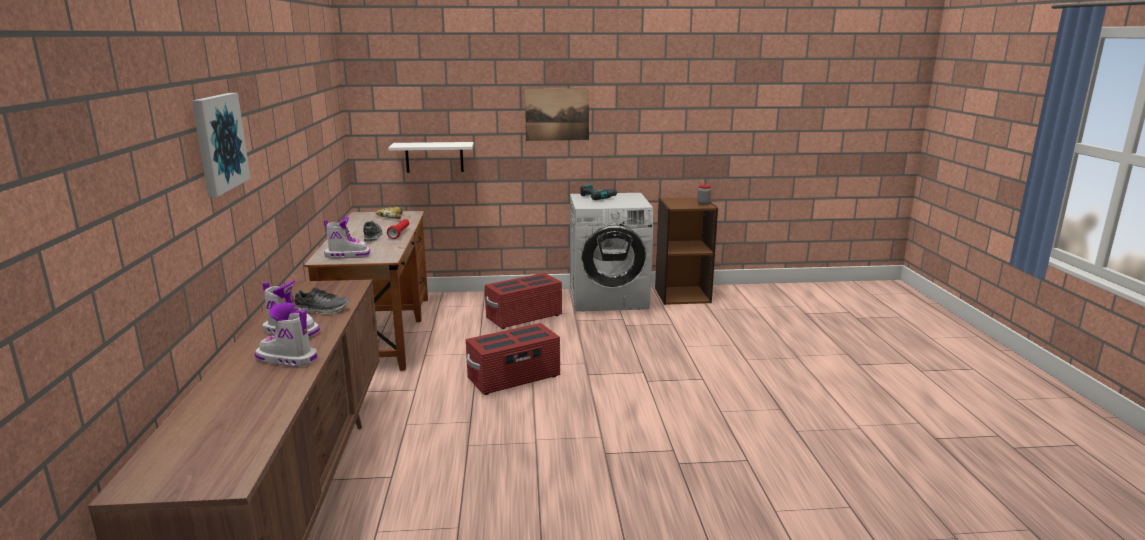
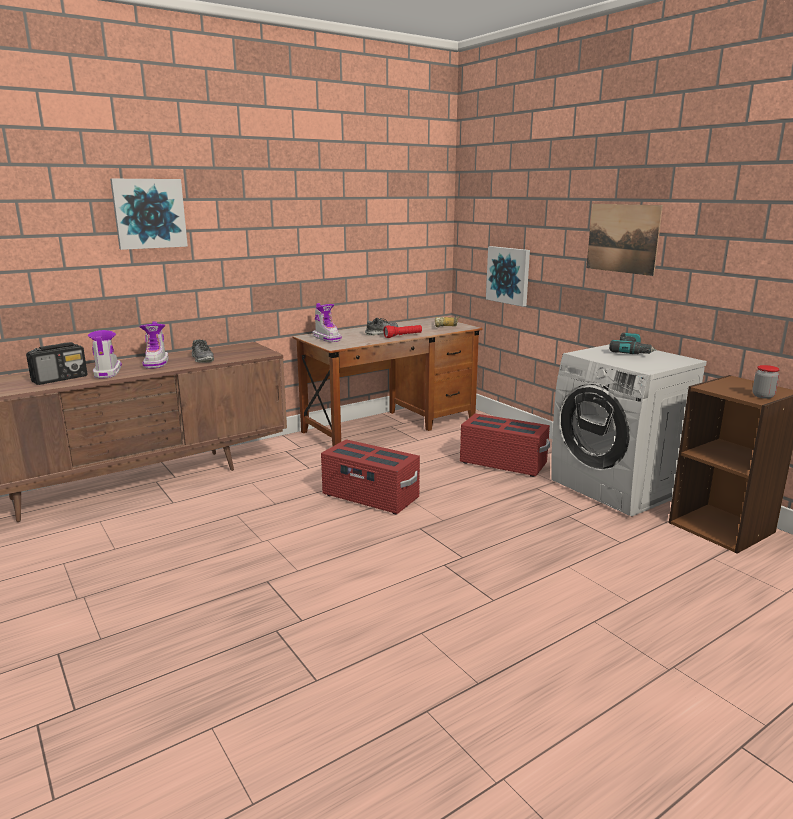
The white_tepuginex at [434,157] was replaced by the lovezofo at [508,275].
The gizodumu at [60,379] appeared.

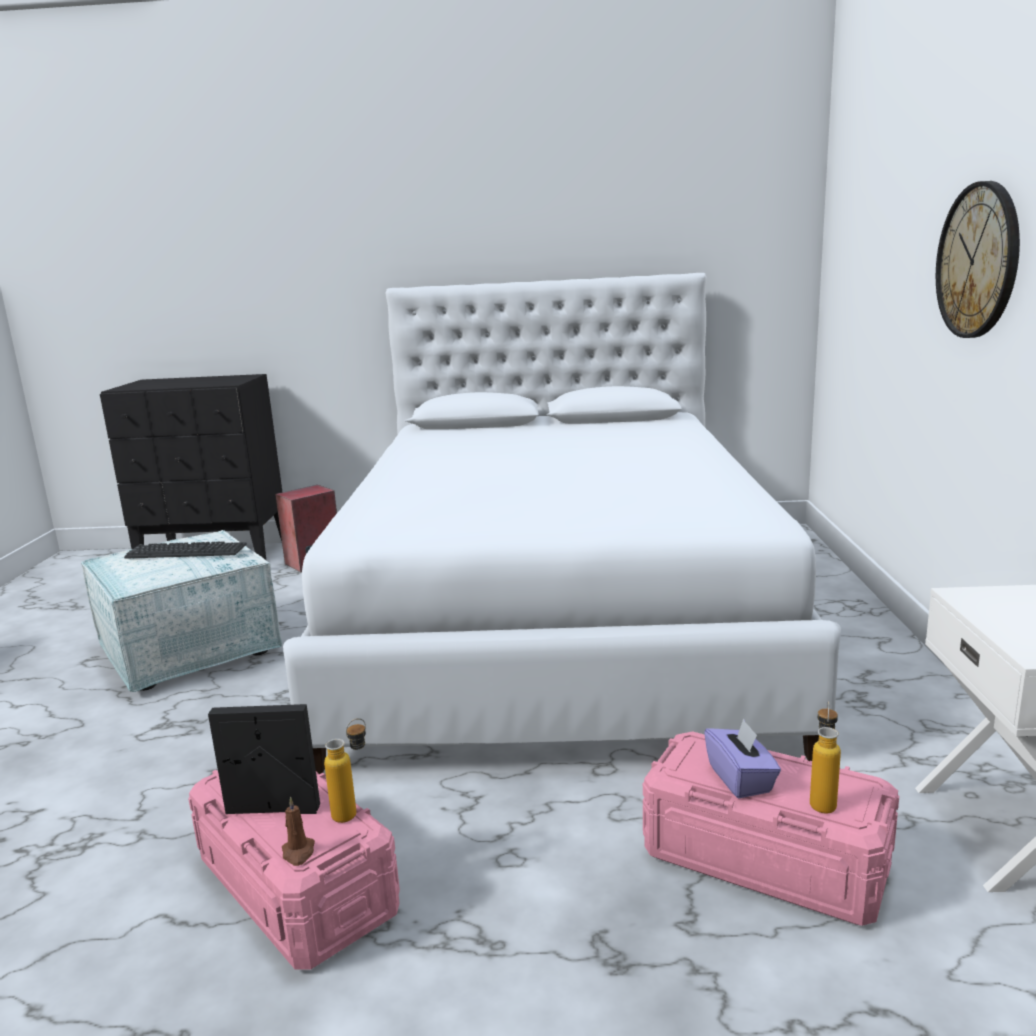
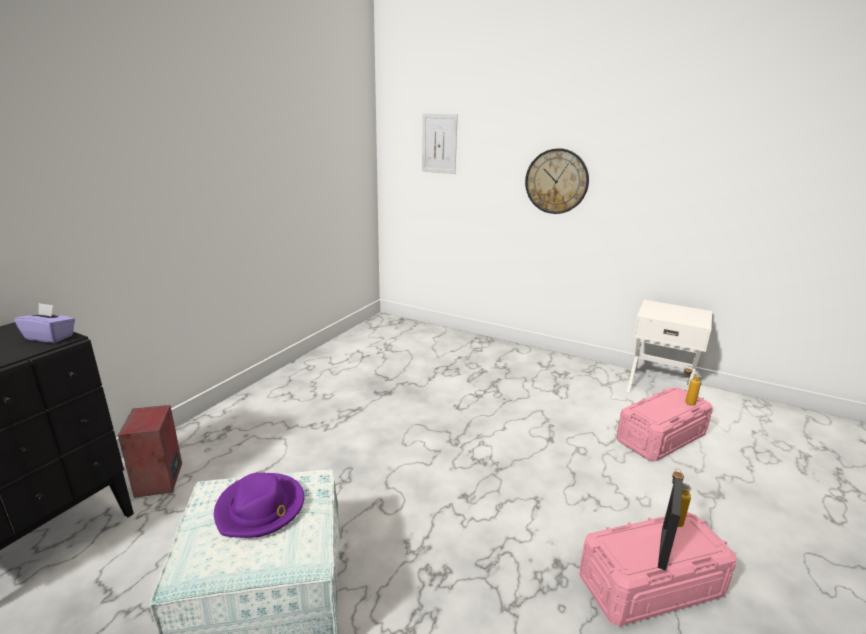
The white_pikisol at [557,617] disappeared.
The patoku at [186,552] was replaced by the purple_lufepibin at [260,508].
The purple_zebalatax moved from [741,779] to [50,337].
The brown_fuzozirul at [298,853] disappeared.
The lovezofo at [439,143] appeared.

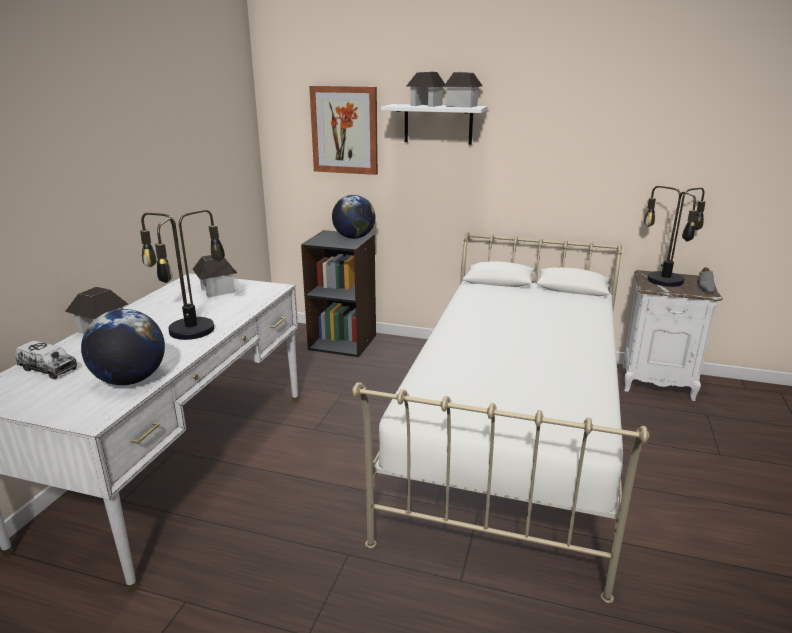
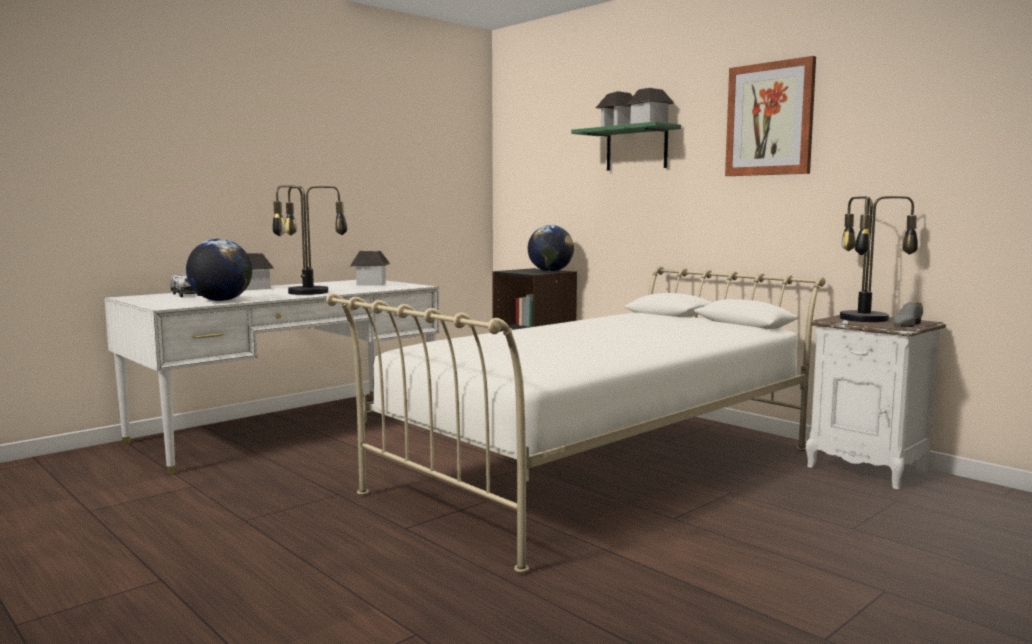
The lovezofo moved from [344,130] to [770,119].
The white_tepuginex at [438,124] became the green_tepuginex at [636,149].

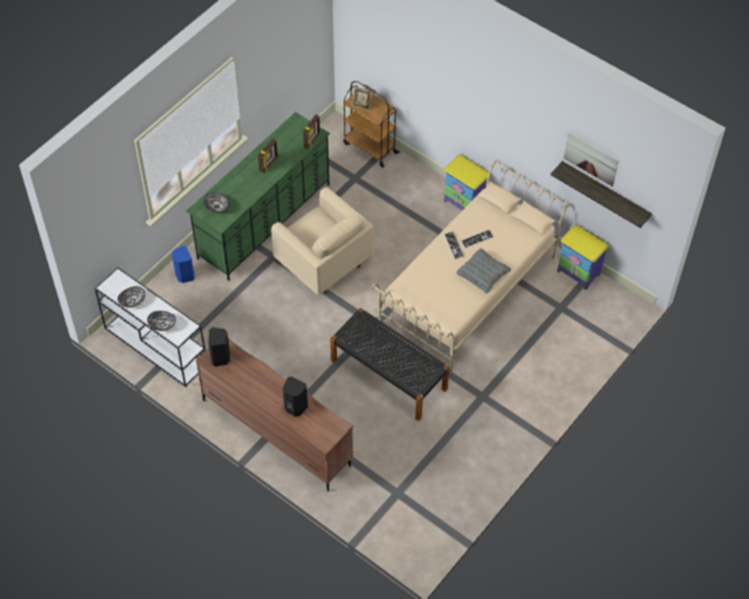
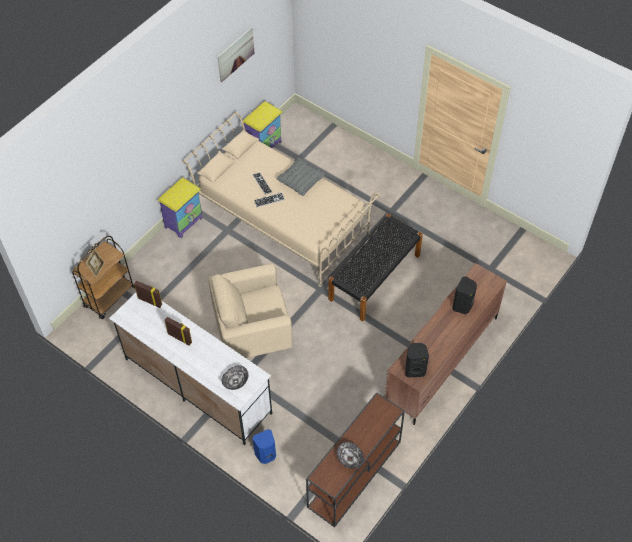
The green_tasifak at [264,220] became the white_tasifak at [196,386].
The tepuginex at [605,194] disappeared.
The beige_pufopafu at [323,264] turned 150 degrees counterclockwise.
The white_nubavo at [154,346] became the brown_nubavo at [354,475].
The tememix at [162,324] disappeared.

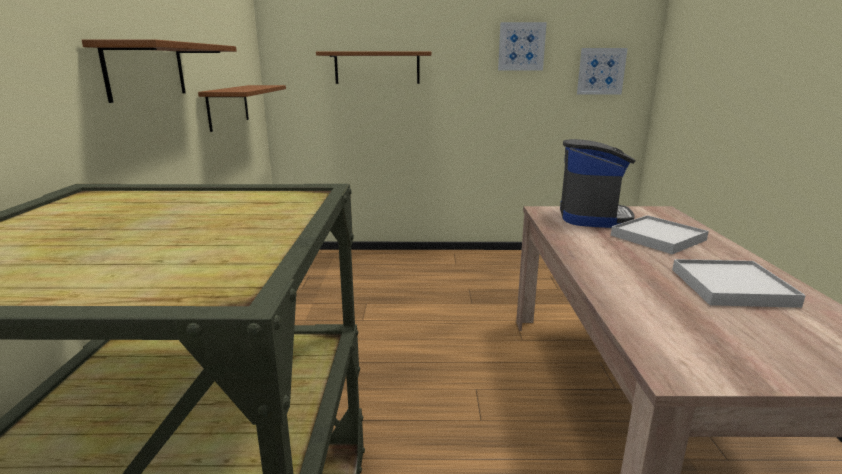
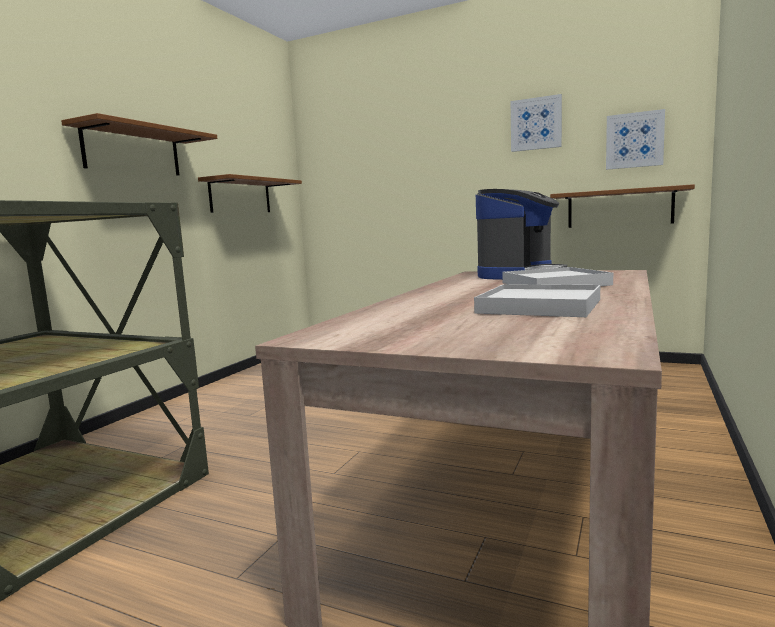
The brown_tepuginex moved from [377,68] to [619,208].

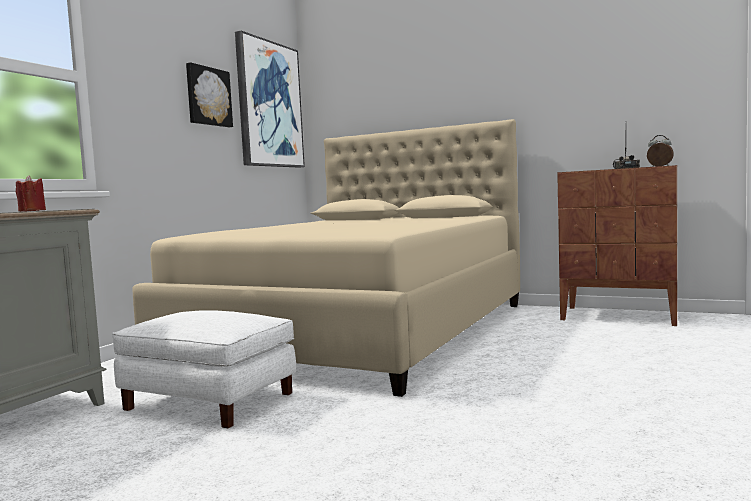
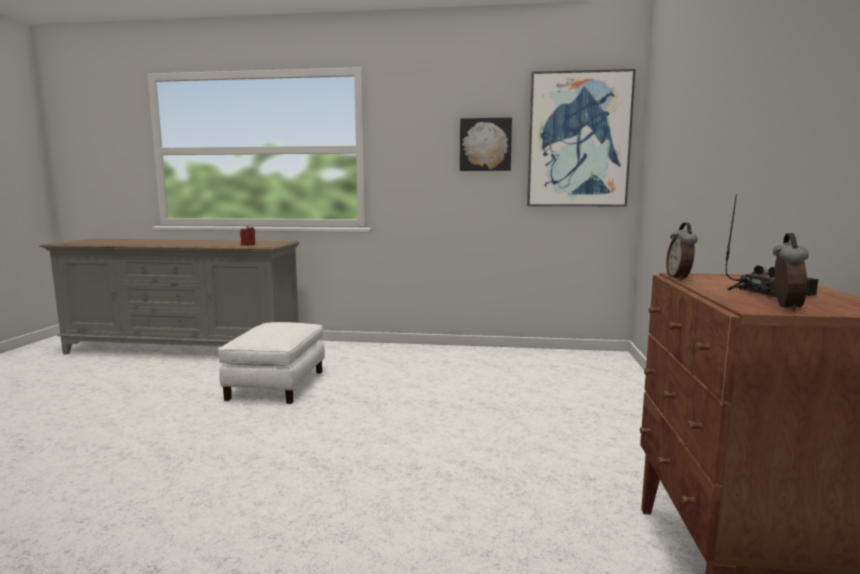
The beige_pikisol at [359,330] disappeared.
The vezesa at [679,278] appeared.

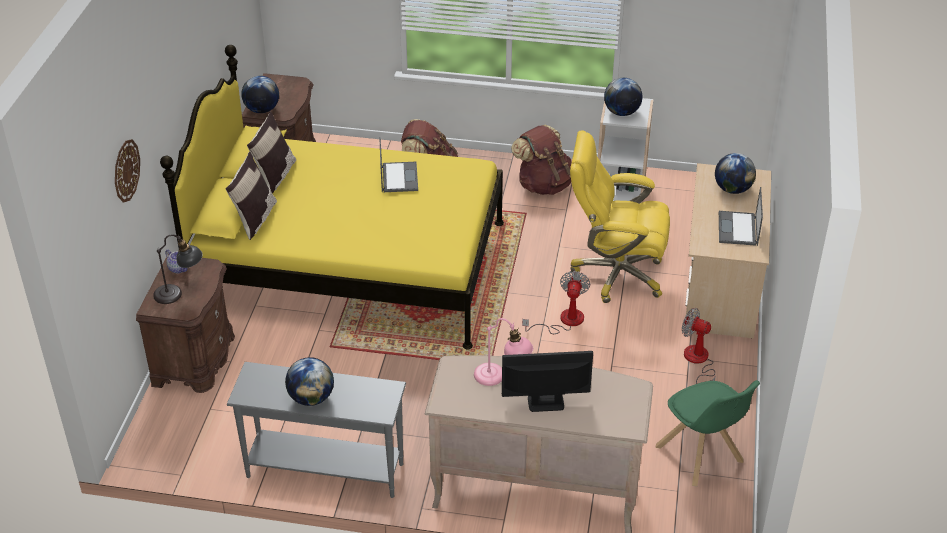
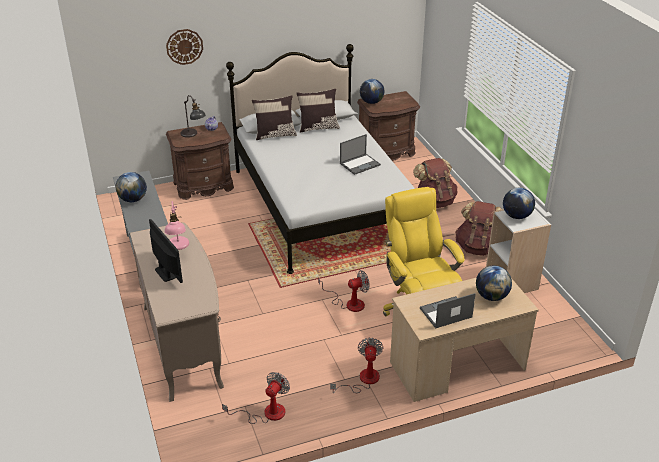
The yellow_pikisol at [350,266] became the white_pikisol at [322,205].
The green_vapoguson at [702,456] was replaced by the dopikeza at [266,413].

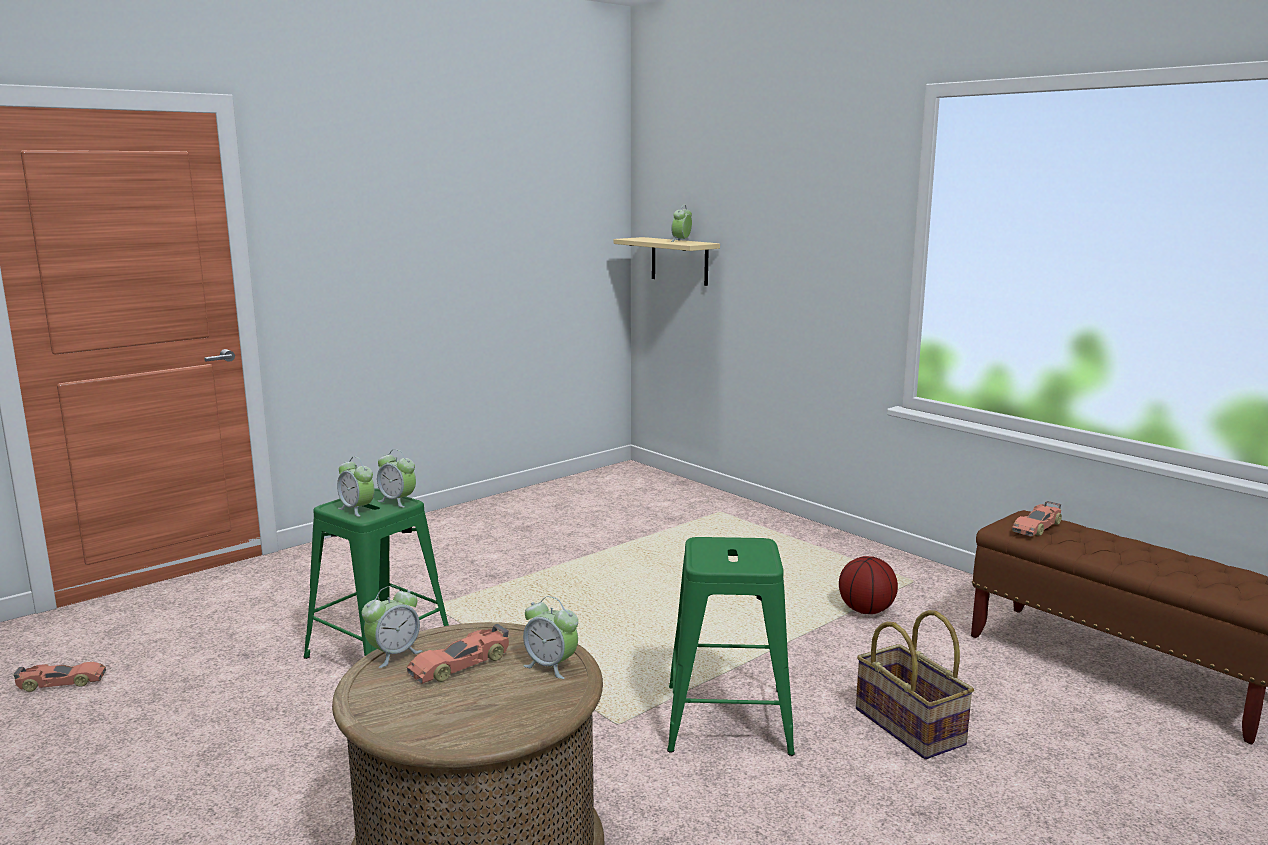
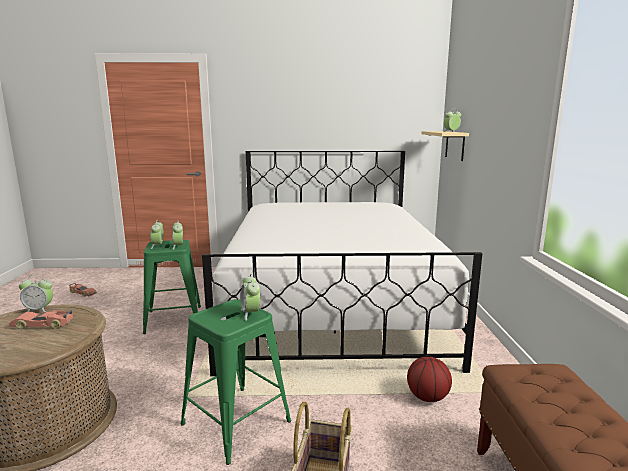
The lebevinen at [1037,527] disappeared.
The vezesa moved from [551,666] to [251,313].
The white_pikisol at [330,305] appeared.

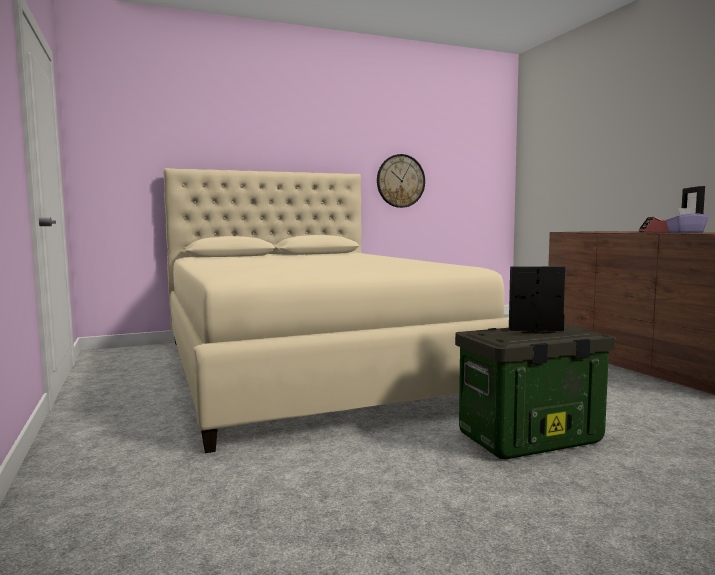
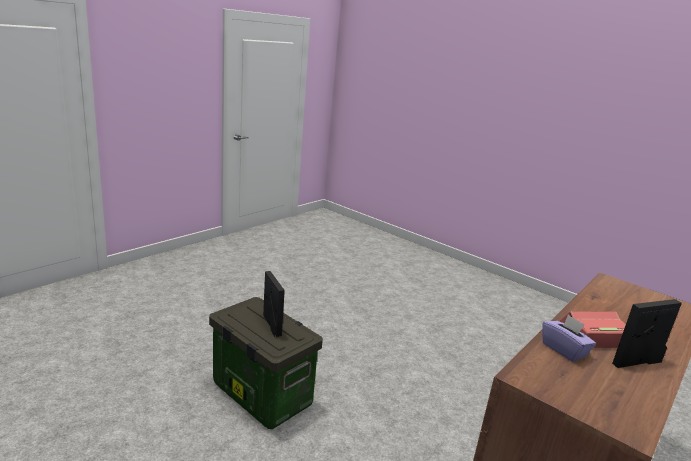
The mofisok at [400,181] disappeared.
The beige_pikisol at [309,367] disappeared.

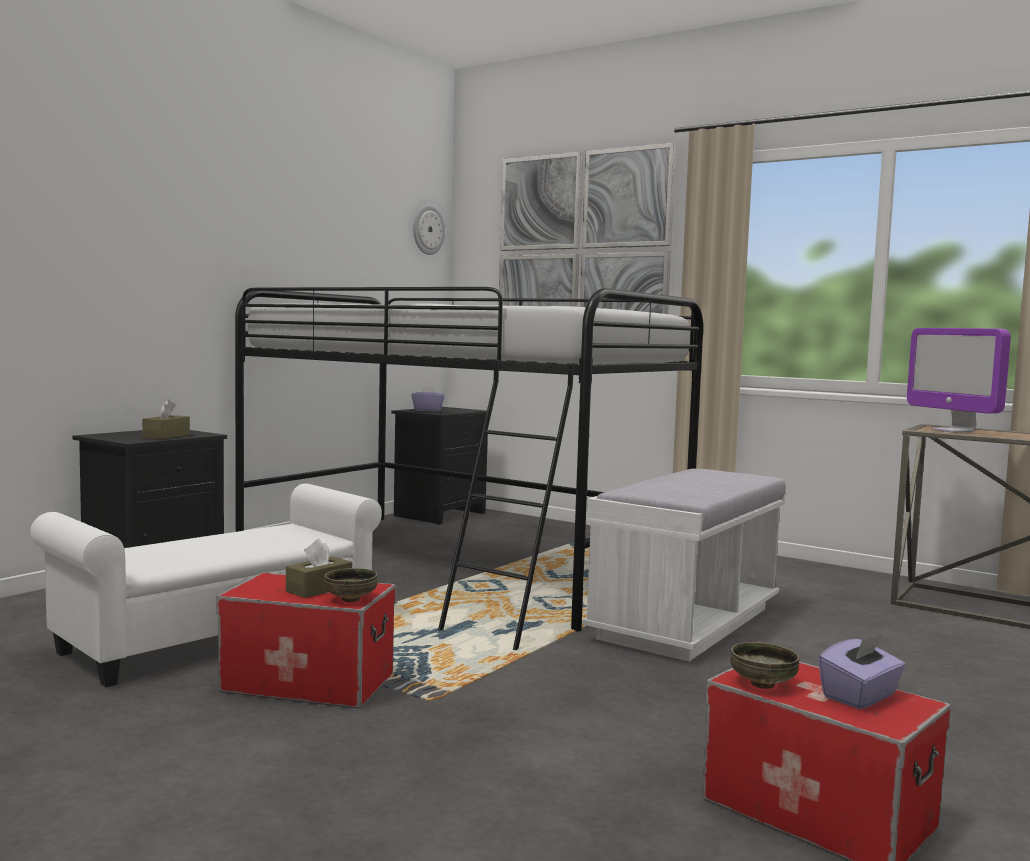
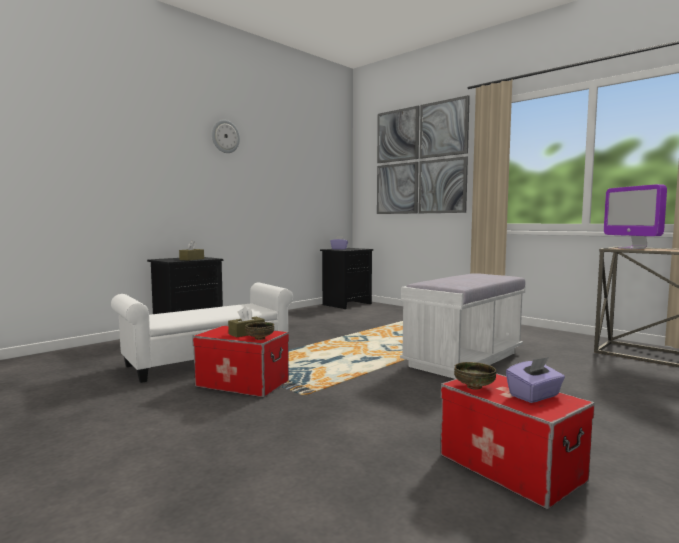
The mofisok moved from [427,230] to [225,136].
The black_pikisol at [459,564] disappeared.

